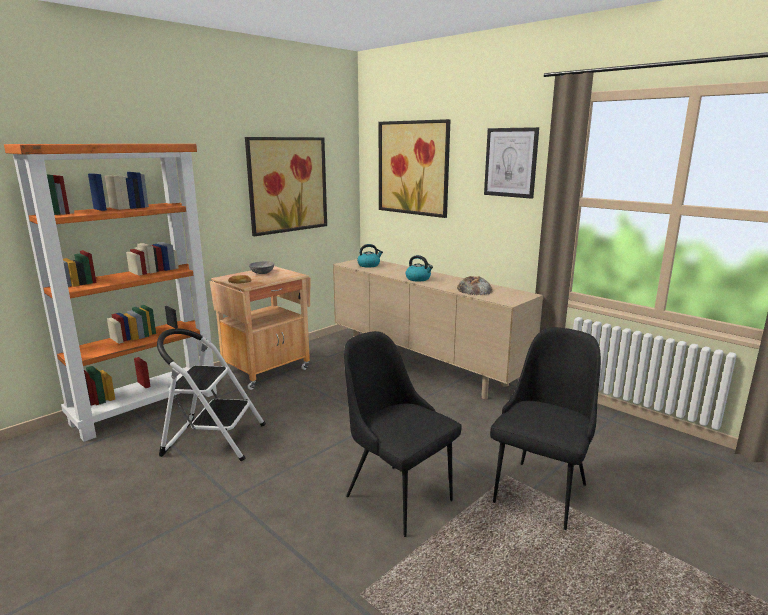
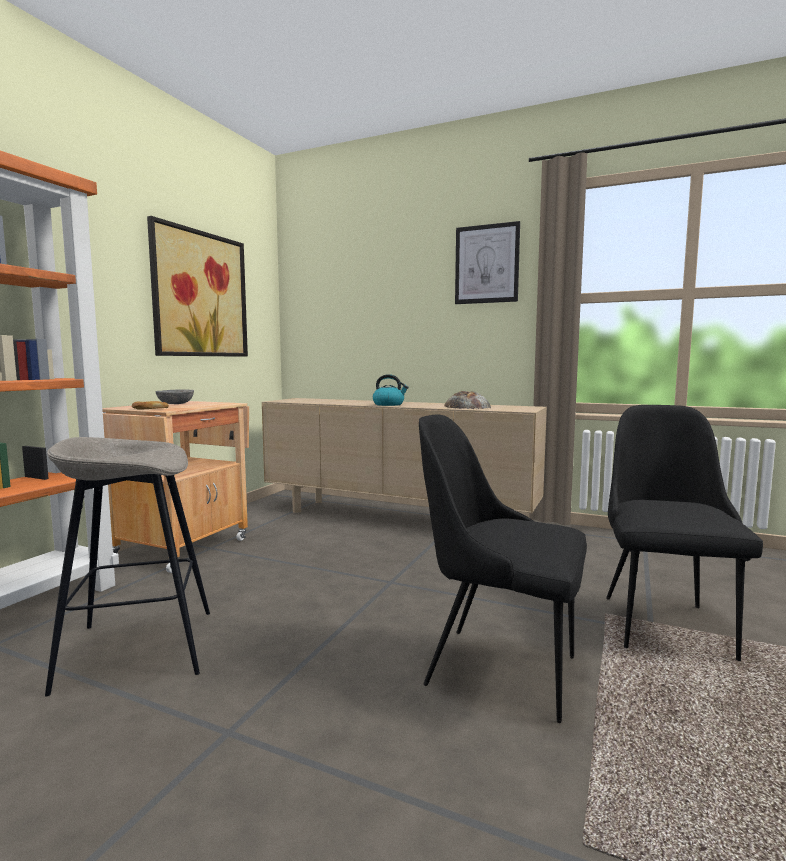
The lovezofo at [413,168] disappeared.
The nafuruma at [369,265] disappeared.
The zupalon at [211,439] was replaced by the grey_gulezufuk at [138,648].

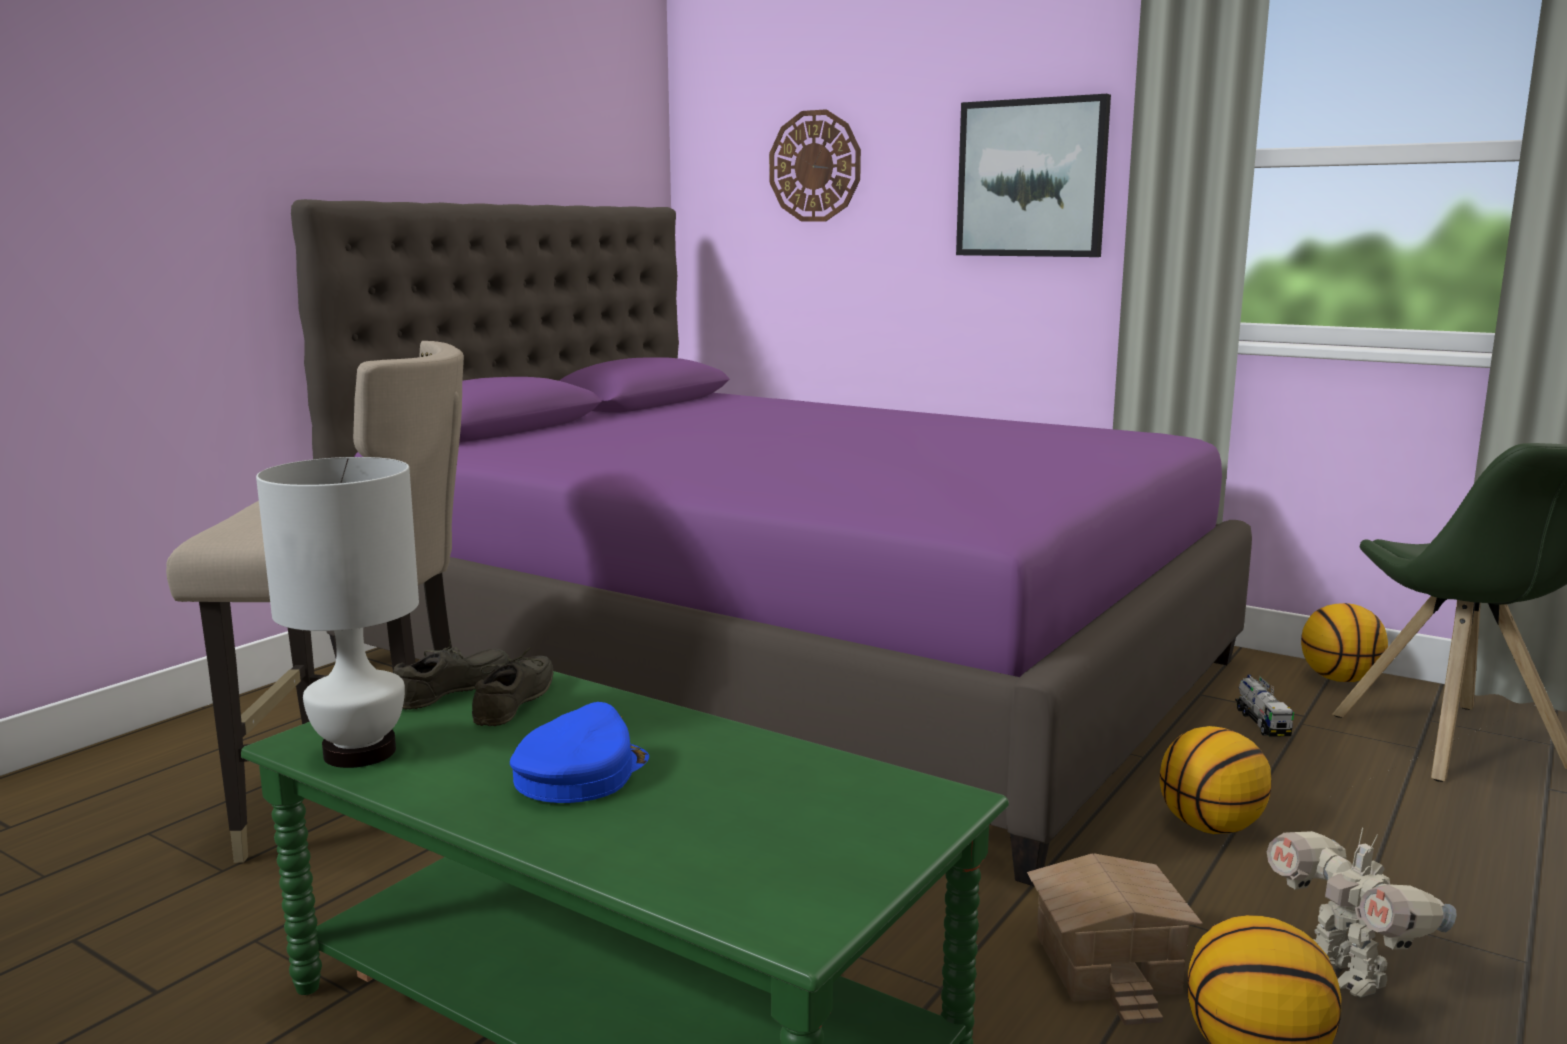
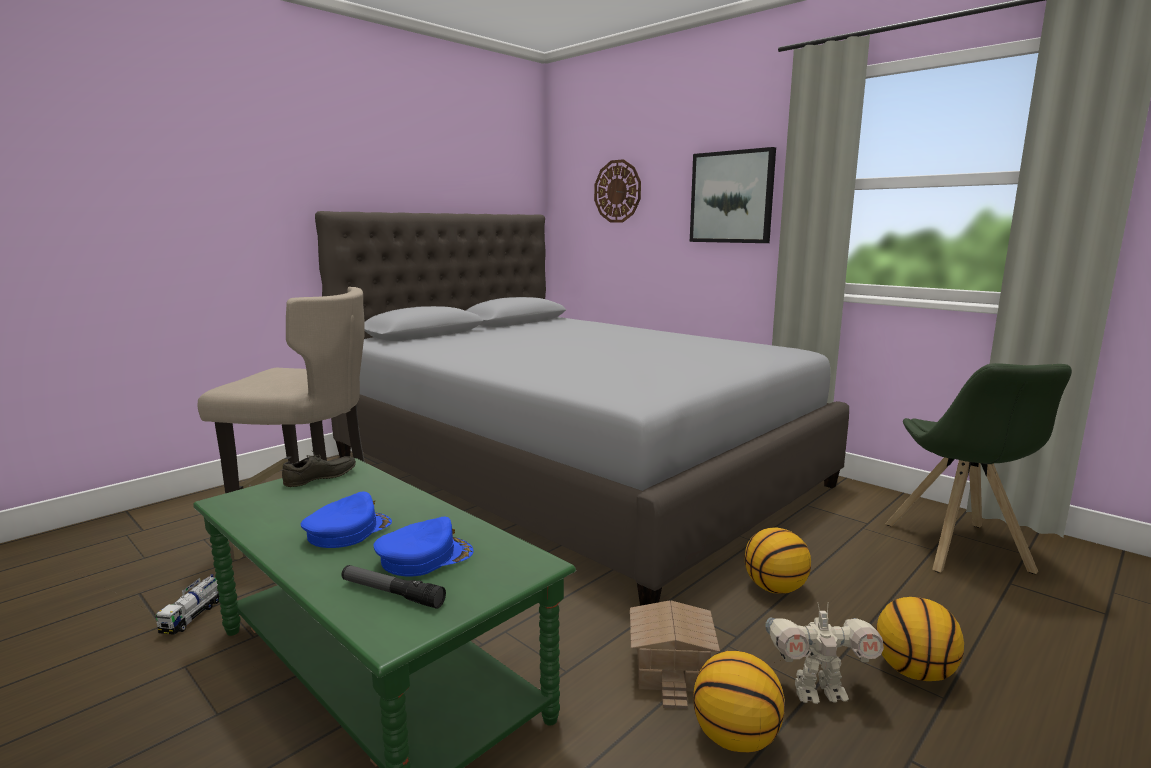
The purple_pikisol at [786,663] became the grey_pikisol at [573,470].
The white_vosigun at [358,752] disappeared.
The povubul moved from [1339,679] to [914,671].
The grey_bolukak at [519,703] disappeared.
The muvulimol moved from [1262,722] to [192,616].
The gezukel at [1344,973] turned 75 degrees counterclockwise.
The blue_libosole at [425,557] appeared.
The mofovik at [392,593] appeared.

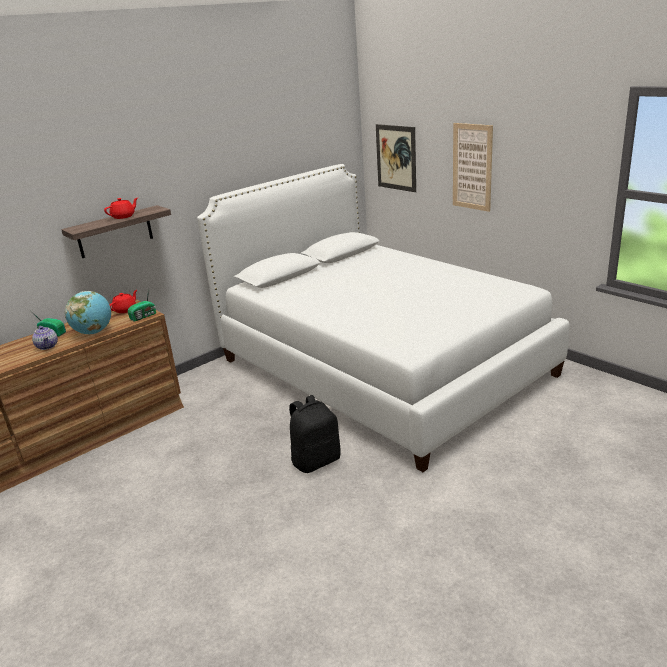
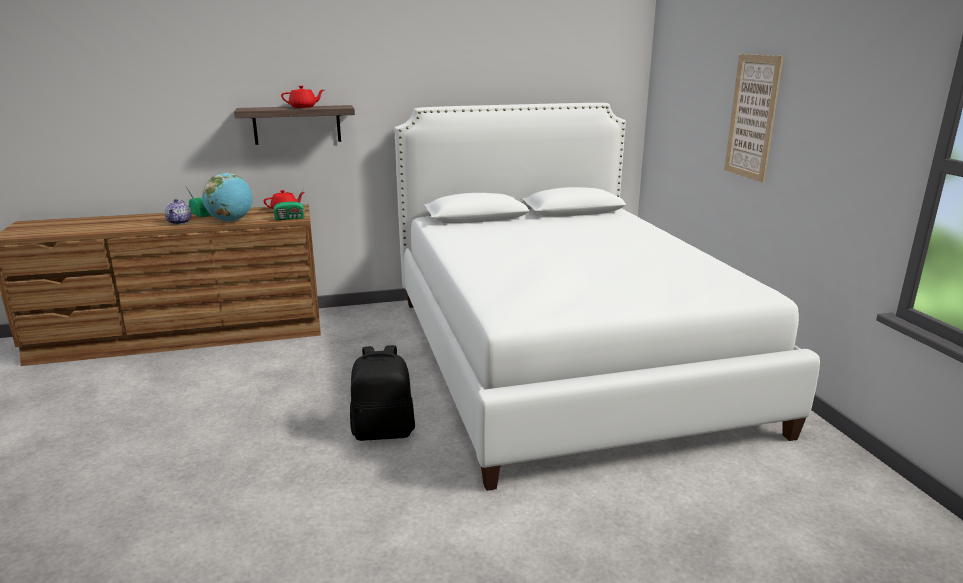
The lovezofo at [396,157] disappeared.

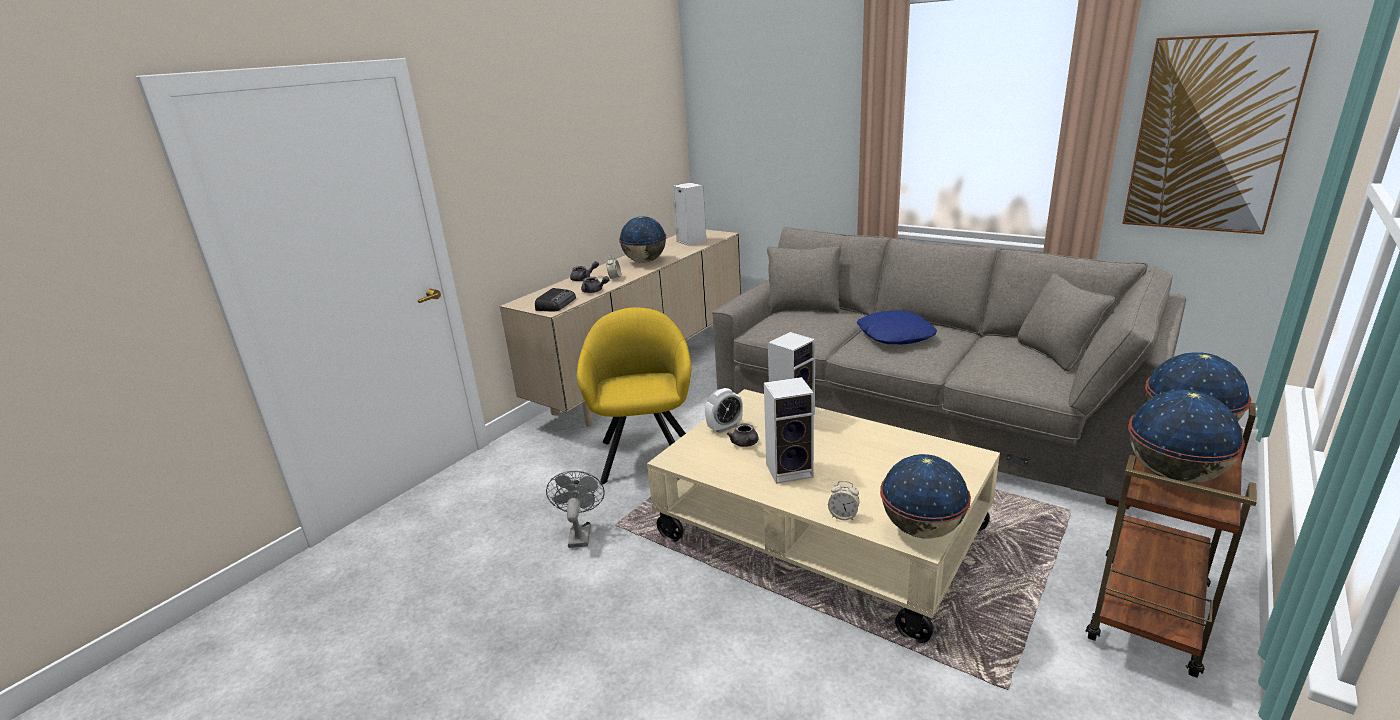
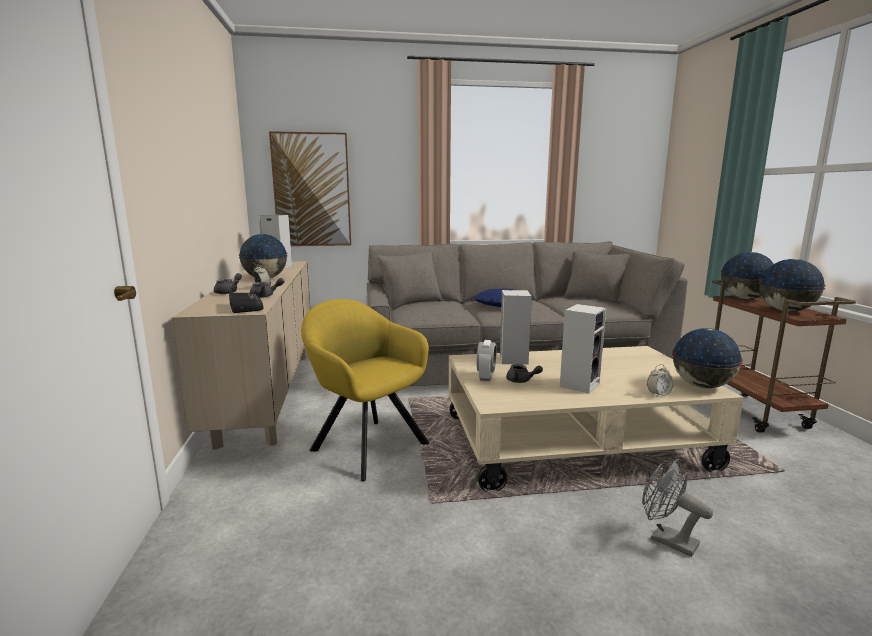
The lovezofo moved from [1210,135] to [312,190].
The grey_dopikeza moved from [580,533] to [666,539].

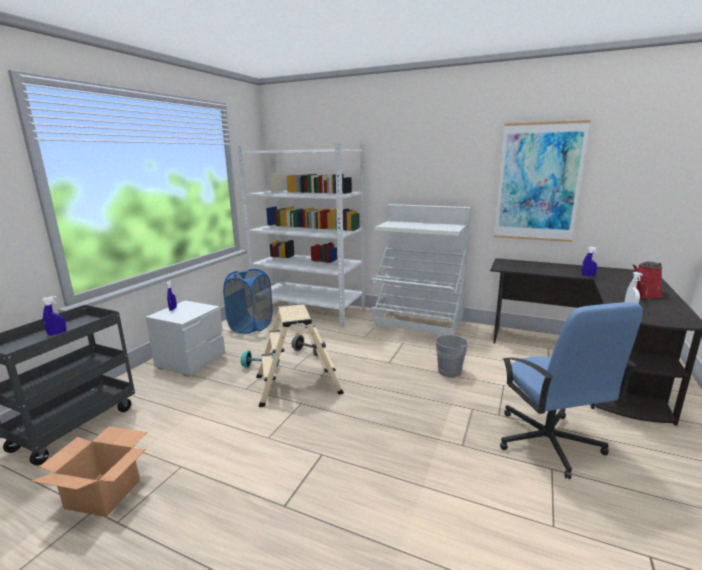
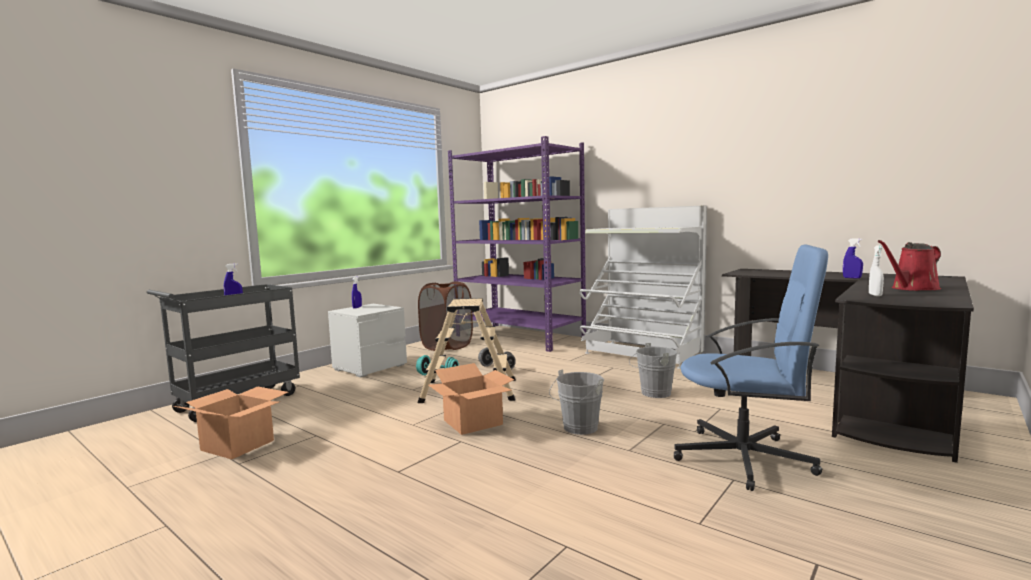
The lovezofo at [538,182] disappeared.
The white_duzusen at [309,310] became the purple_duzusen at [519,337].
The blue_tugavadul at [251,326] became the brown_tugavadul at [447,346].
The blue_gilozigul at [548,442] turned 75 degrees counterclockwise.
The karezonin at [473,422] appeared.
The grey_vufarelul at [578,429] appeared.

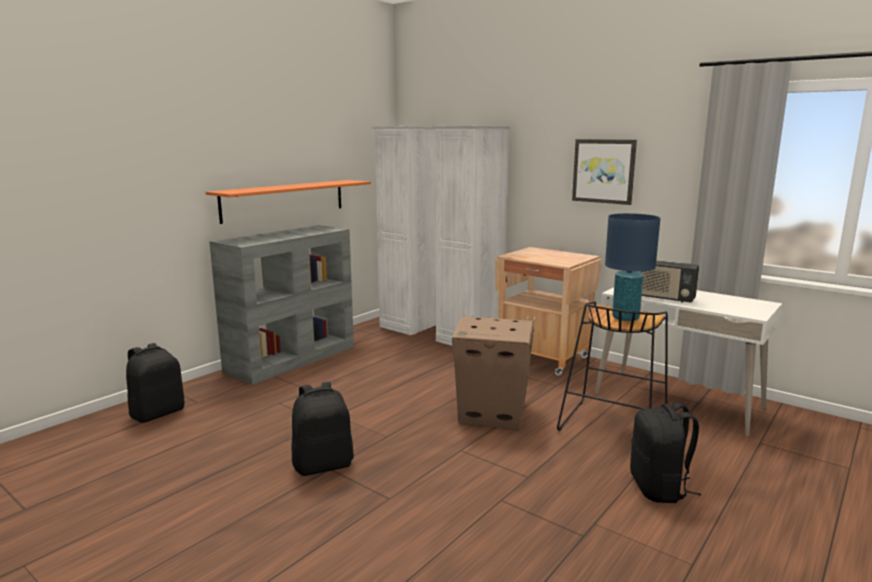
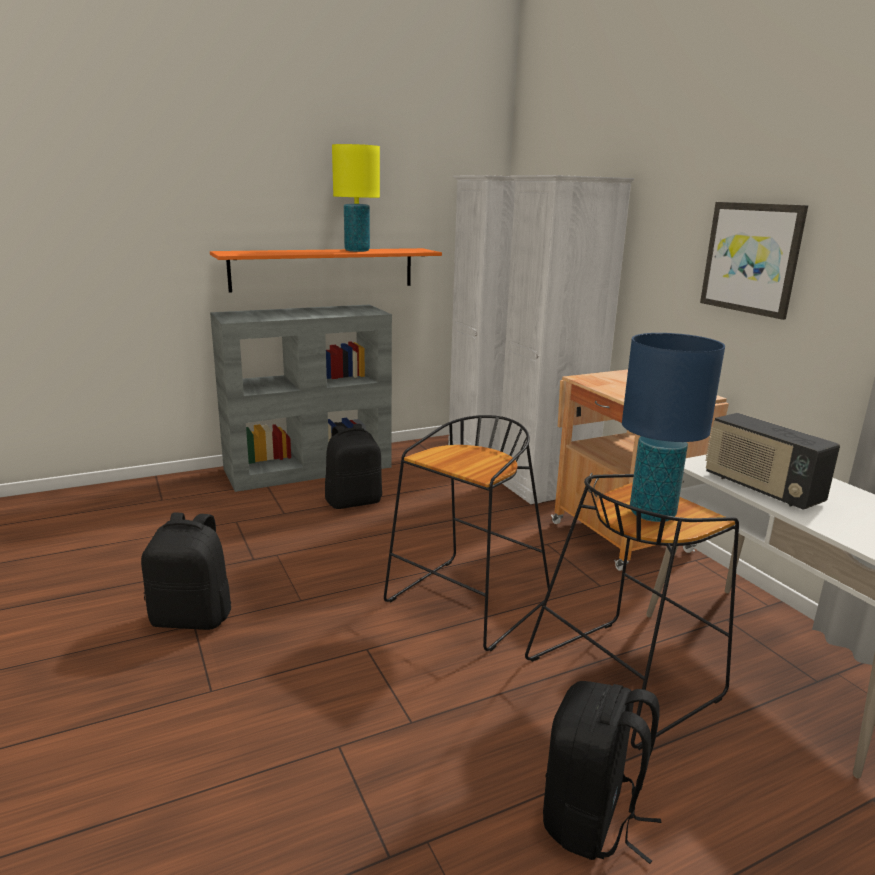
The karezonin at [493,412] was replaced by the black_gulezufuk at [467,604].
The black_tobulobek moved from [158,413] to [354,501].
The yellow_vosigun at [357,251] appeared.

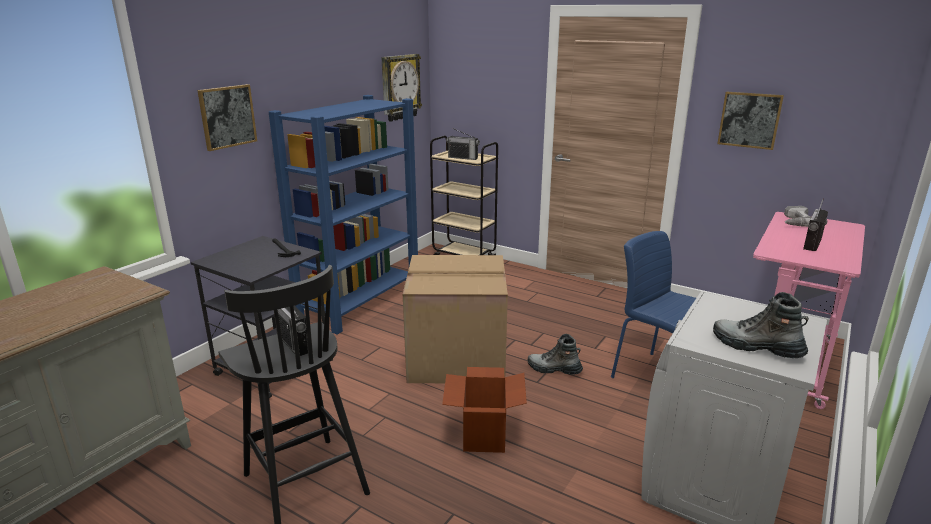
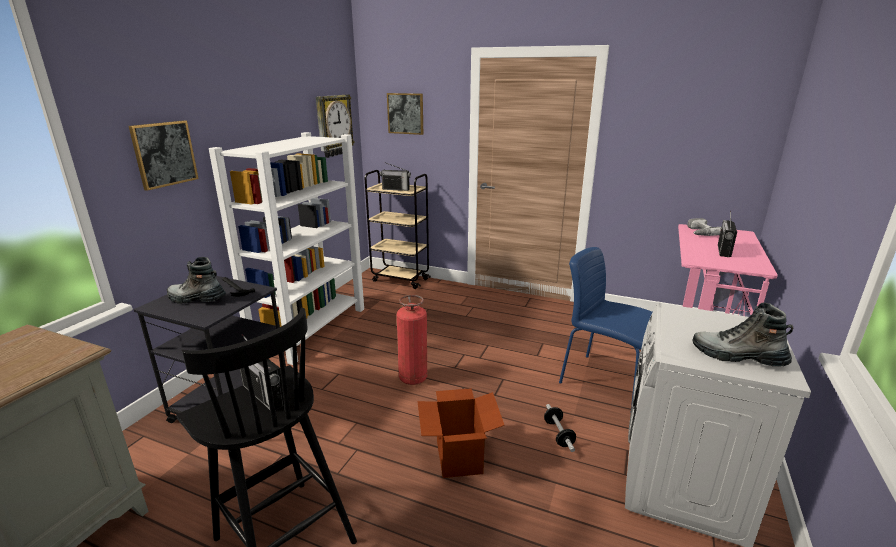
The lovezofo moved from [749,120] to [405,113].
The blue_duzusen at [359,301] became the white_duzusen at [310,329].
The karezonin at [455,358] was replaced by the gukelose at [413,378].
The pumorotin moved from [554,369] to [196,299].
The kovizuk at [558,434] appeared.

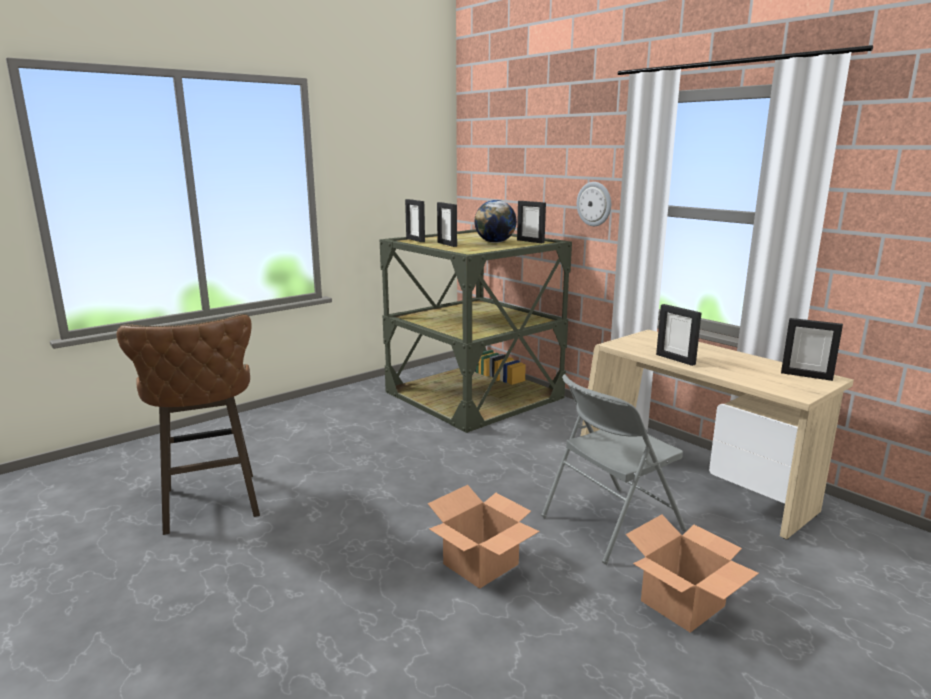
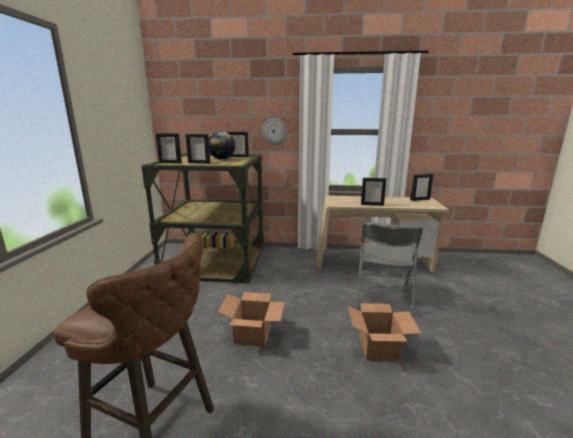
The karezonin moved from [682,603] to [252,334].

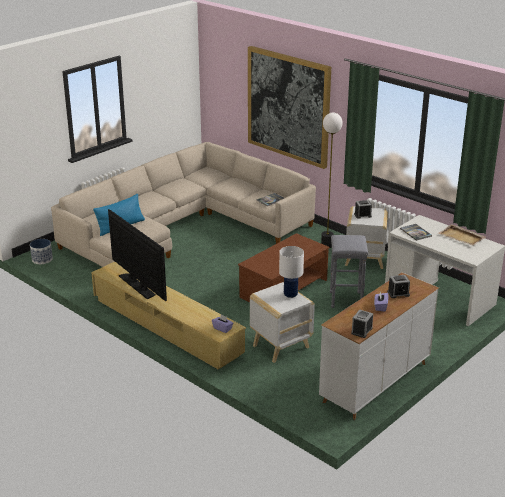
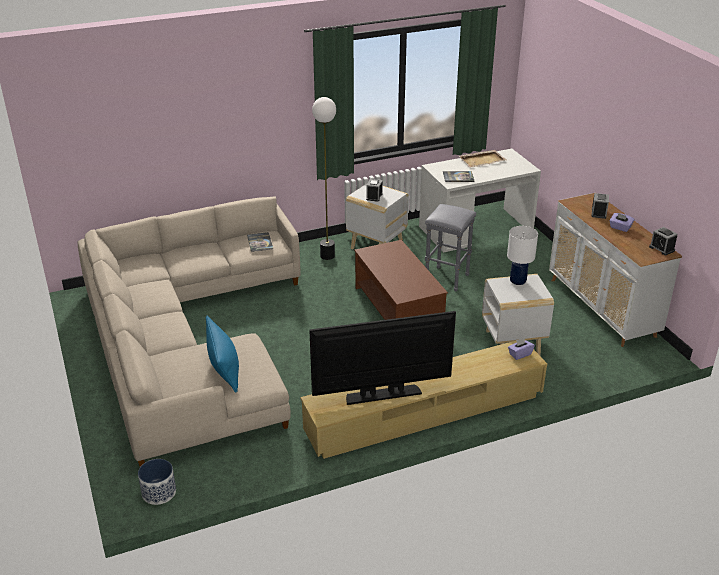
The lovezofo at [288,106] disappeared.

